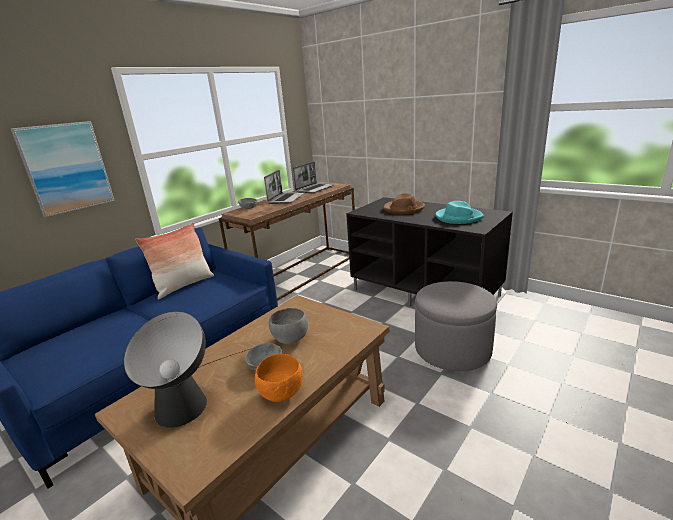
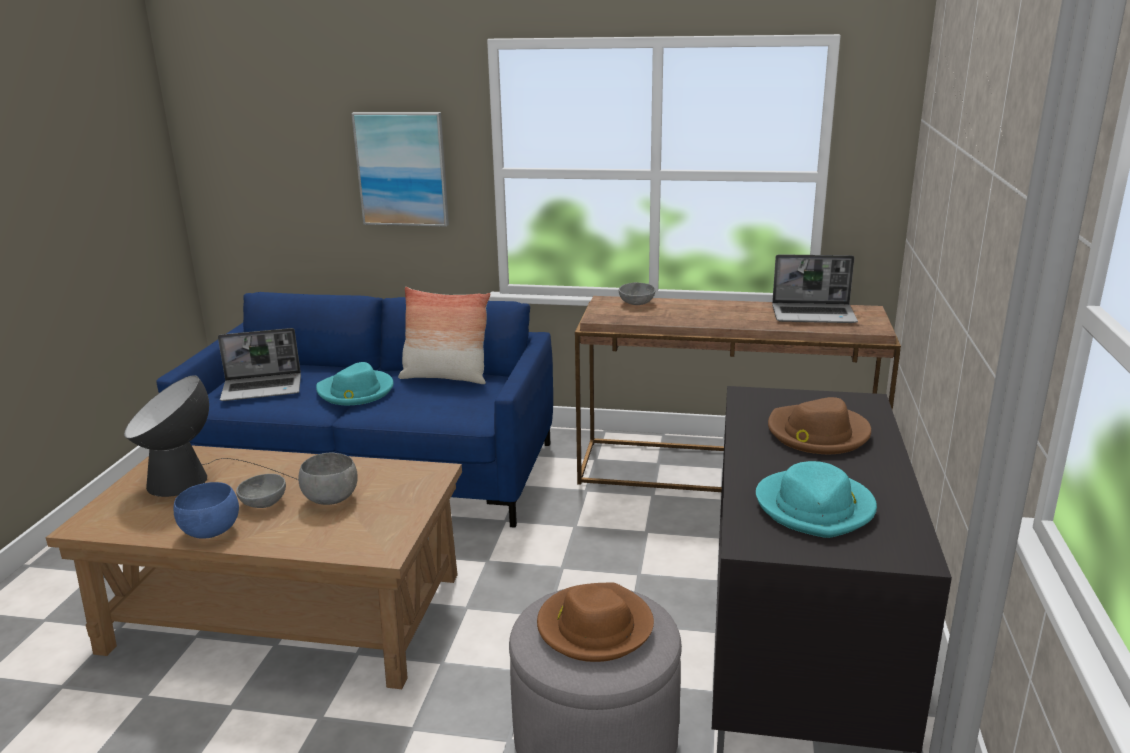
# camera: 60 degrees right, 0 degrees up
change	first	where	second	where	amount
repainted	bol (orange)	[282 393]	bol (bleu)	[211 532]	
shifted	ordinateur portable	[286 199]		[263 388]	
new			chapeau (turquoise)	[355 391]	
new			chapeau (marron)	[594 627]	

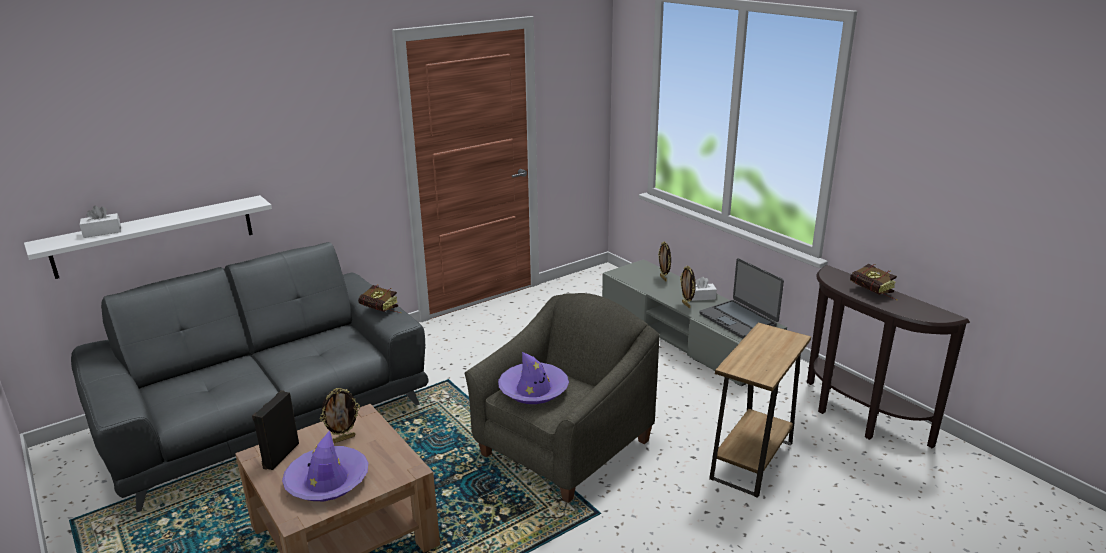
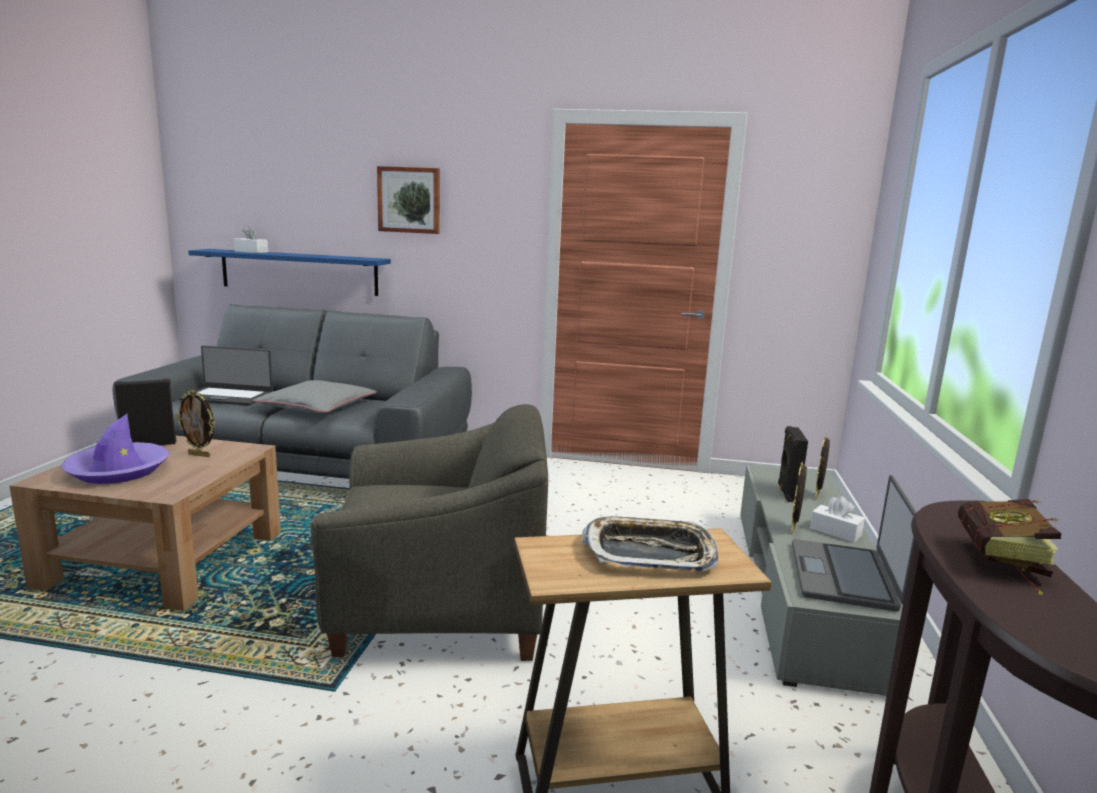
# camera: 45 degrees right, 10 degrees down
change	first	where	second	where	amount
repainted	étagère (blanc)	[155 236]	étagère (bleu)	[299 272]	
gone	livre	[382 310]			
gone	chapeau (violet)	[533 389]			
new			ordinateur portable	[228 397]	
new			coussin (gris)	[317 406]	
new			tableau	[409 200]	
new			plateau	[649 552]	
new			enceinte (noir)	[787 493]	

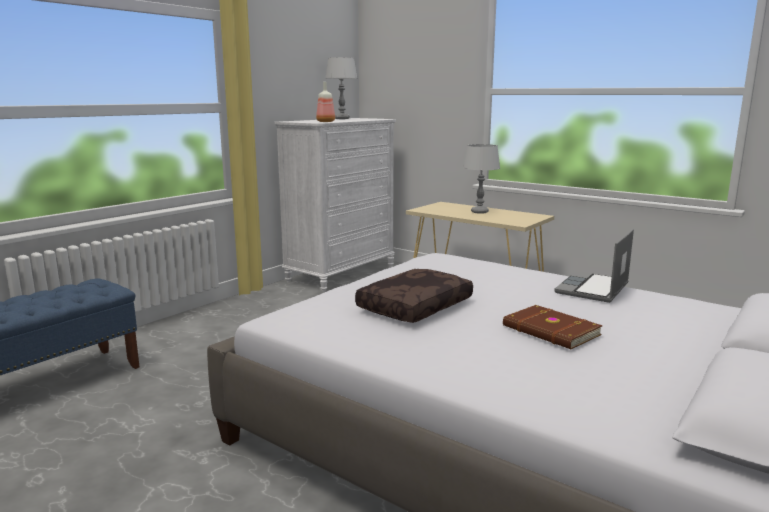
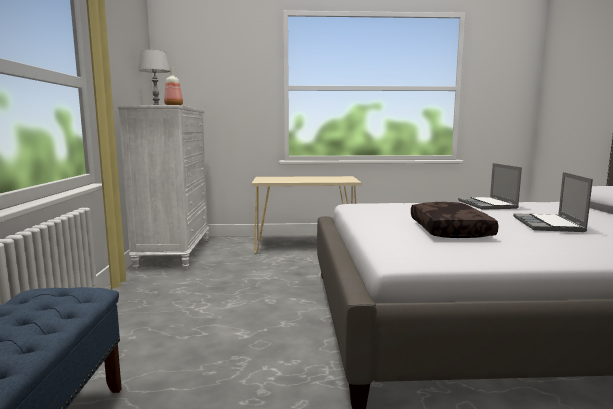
# camera: 40 degrees left, 5 degrees down
change	first	where	second	where	amount
gone	lampe de table (gris)	[479 212]			
swapped	livre (marron)	[550 331]	ordinateur portable	[549 224]	

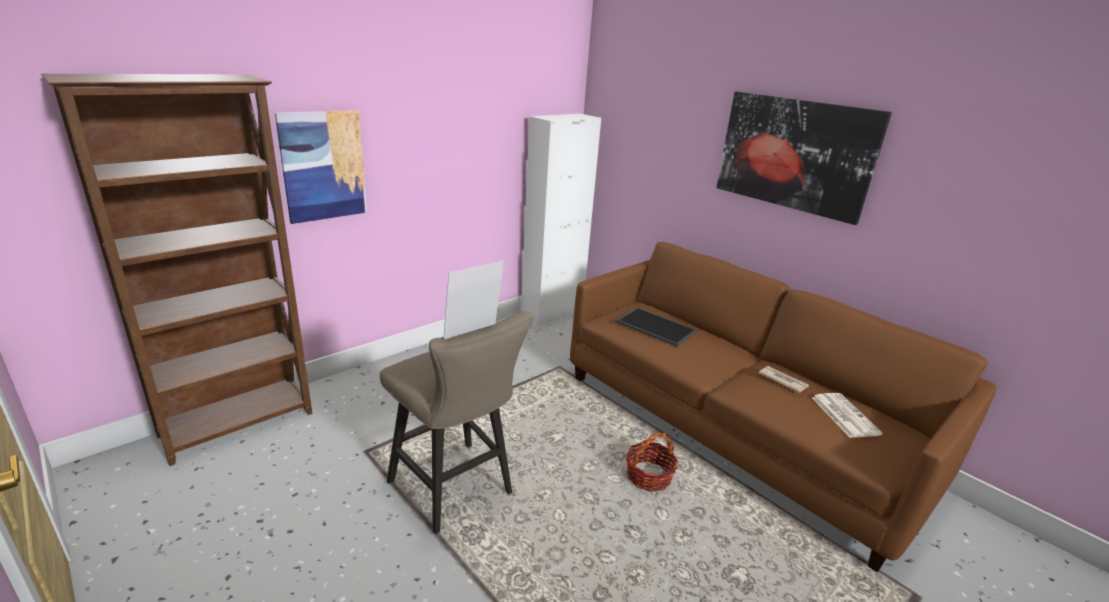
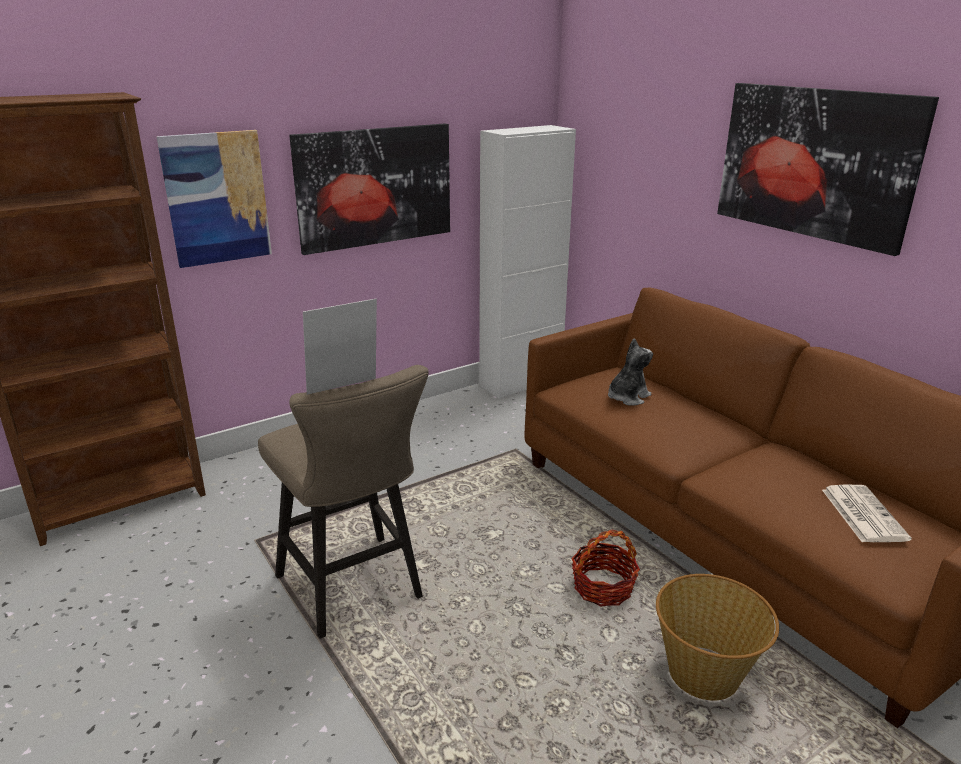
# camera: 10 degrees right, 0 degrees up
change	first	where	second	where	amount
swapped	plateau	[654 327]	peluche	[627 397]	
gone	journal	[782 380]			
new			tableau	[375 186]	
new			panier	[705 674]	

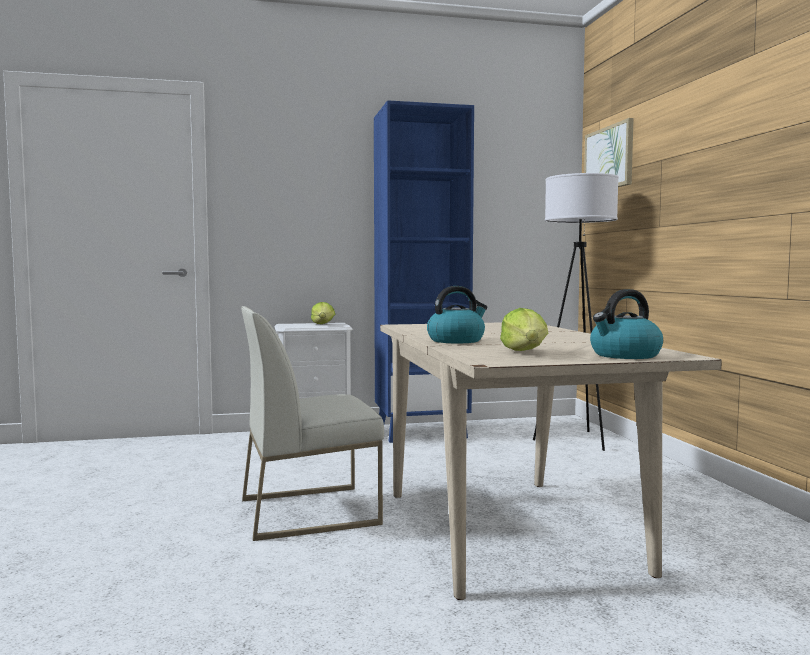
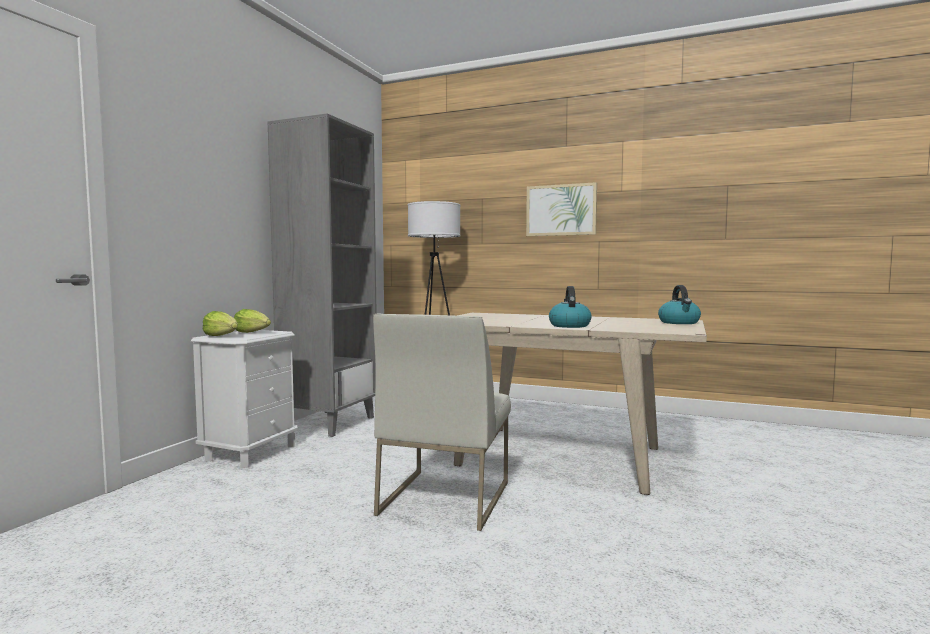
# camera: 55 degrees left, 0 degrees up
change	first	where	second	where	amount
repainted	bibliothèque (bleu)	[421 432]	bibliothèque (gris)	[329 423]	
shifted	laitue	[526 352]		[222 336]	
shifted	tableau	[609 158]		[561 210]	

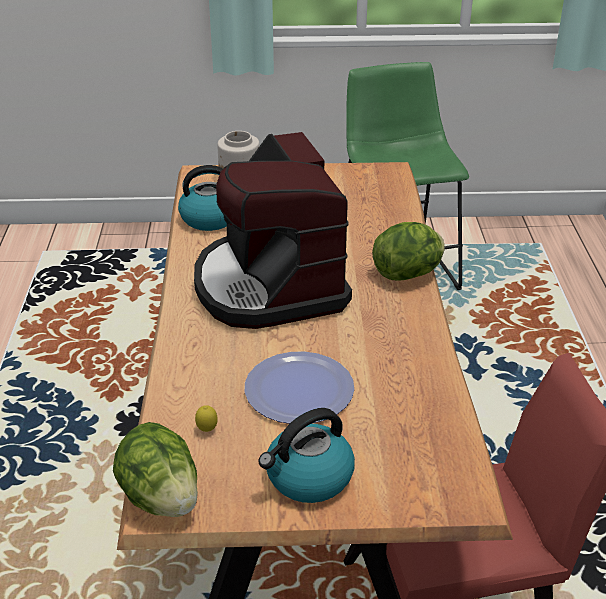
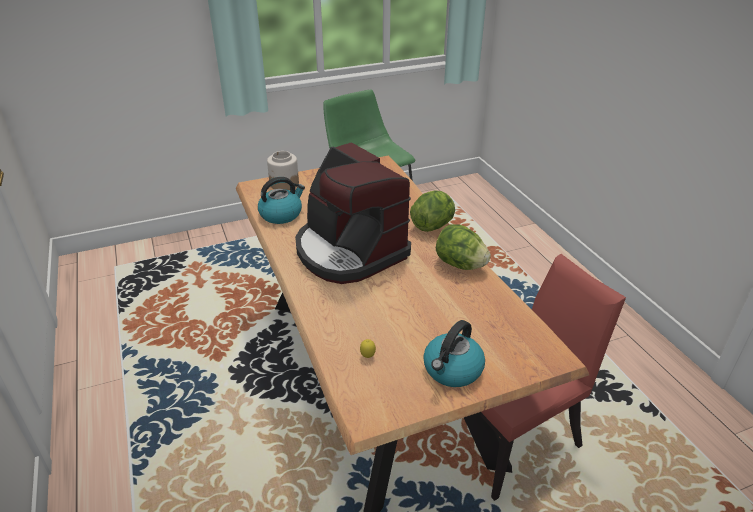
# camera: 20 degrees left, 0 degrees up
change	first	where	second	where	amount
shifted	laitue	[161 498]		[460 265]	
gone	assiette	[299 389]			

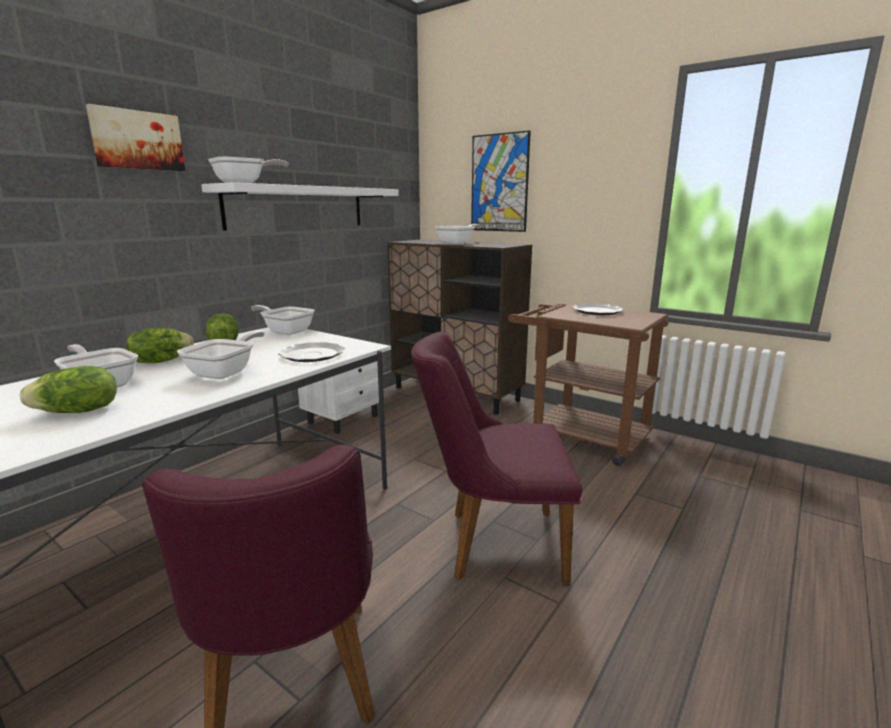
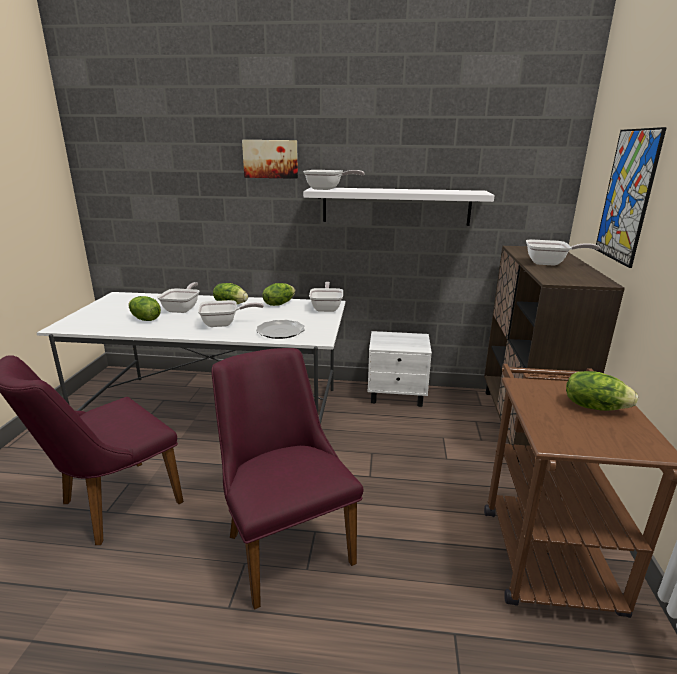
# camera: 60 degrees right, 5 degrees up
change	first	where	second	where	amount
swapped	assiette	[597 311]	laitue	[594 407]	

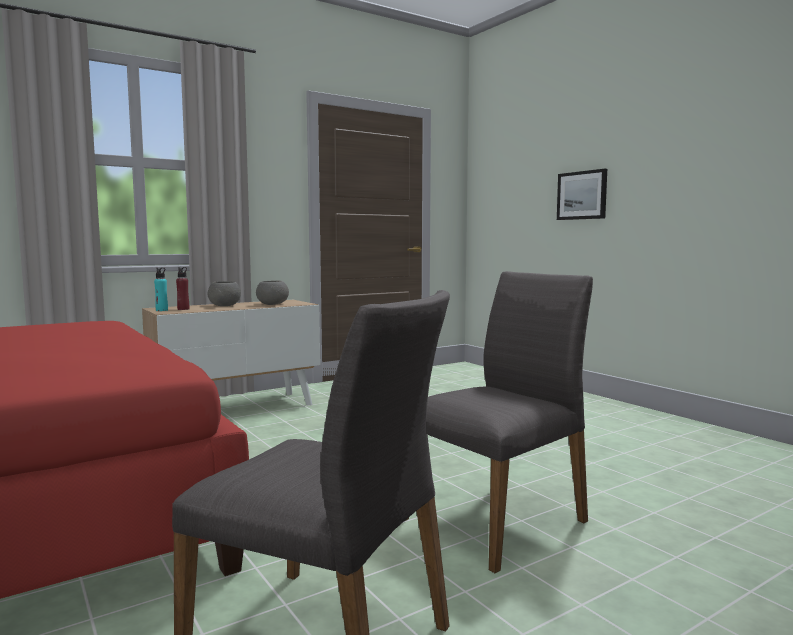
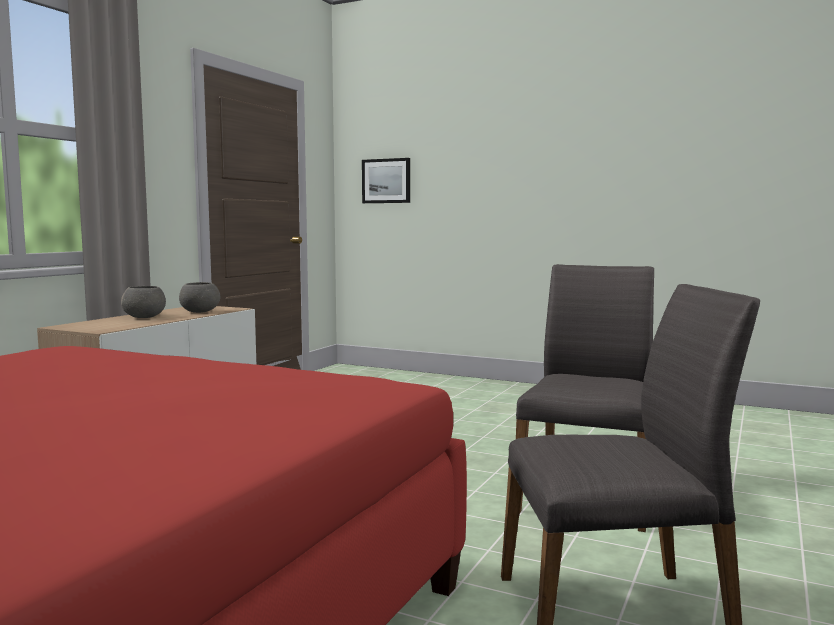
# camera: 30 degrees left, 0 degrees up
change	first	where	second	where	amount
gone	bouteille (turquoise)	[162 310]			
gone	bouteille (rouge)	[183 309]			
shifted	tableau	[582 195]		[386 181]	

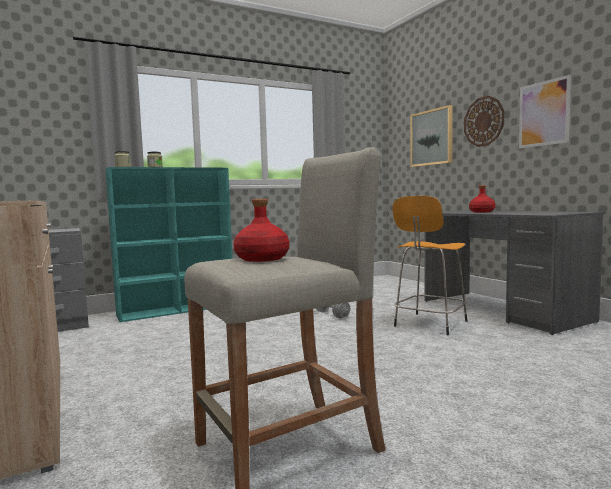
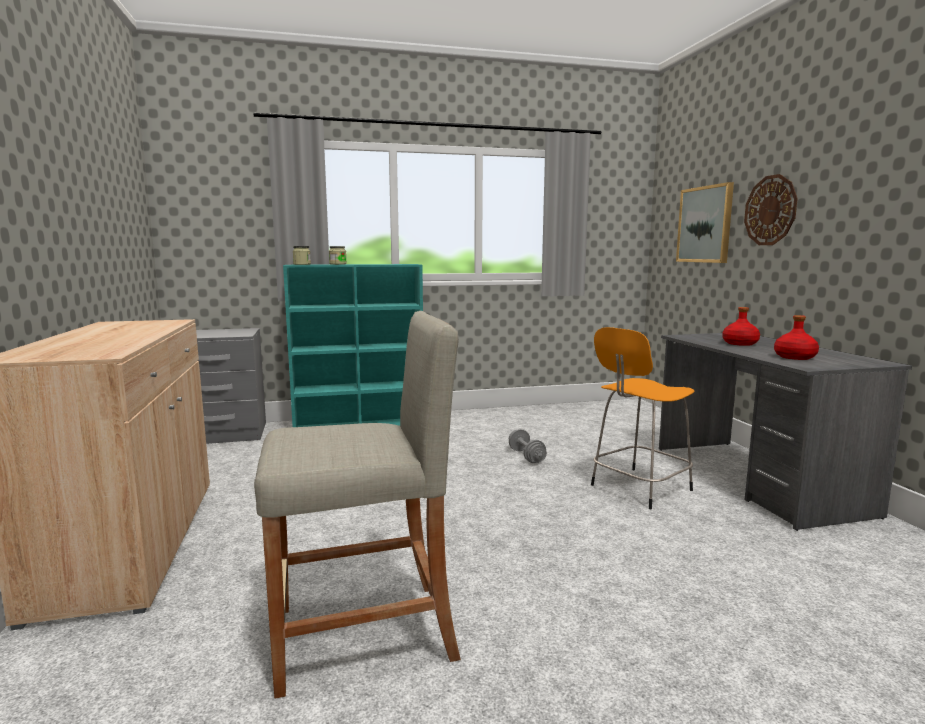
# camera: 15 degrees right, 5 degrees up
change	first	where	second	where	amount
shifted	bouteille (rouge)	[262 259]		[795 357]	
gone	tableau	[544 113]			

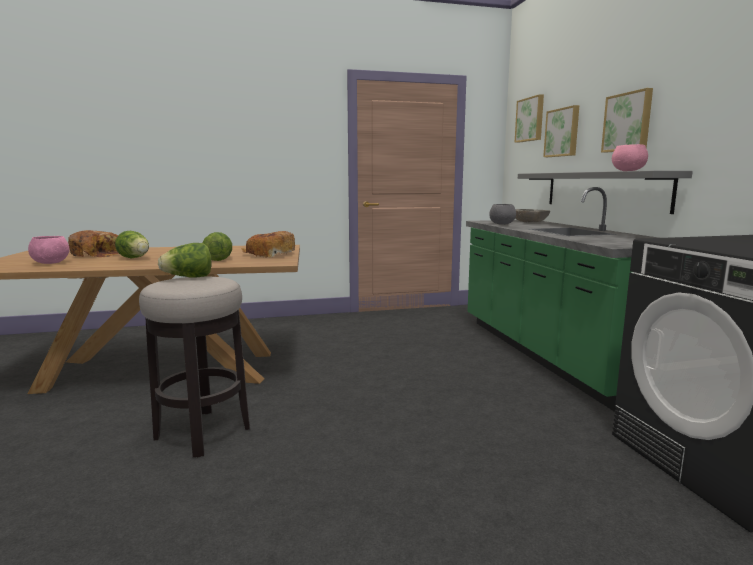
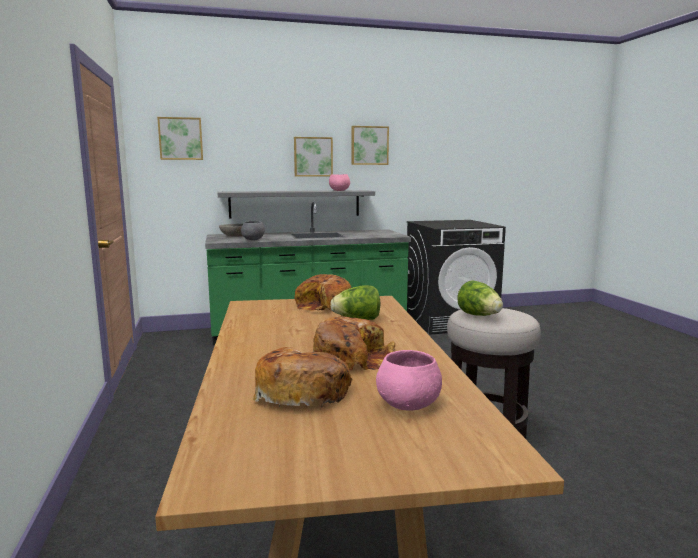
# camera: 90 degrees left, 0 degrees up
change	first	where	second	where	amount
swapped	laitue	[135 258]	pain	[352 358]	
shifted	tableau	[563 132]		[369 145]	

